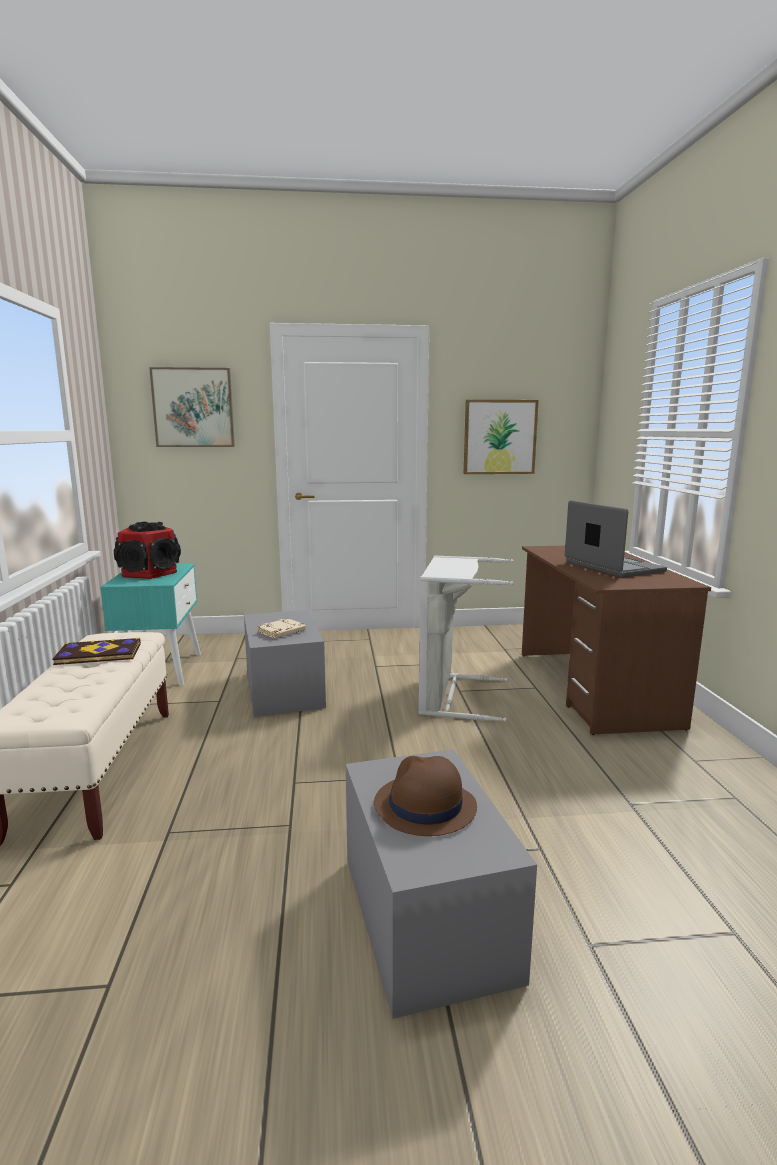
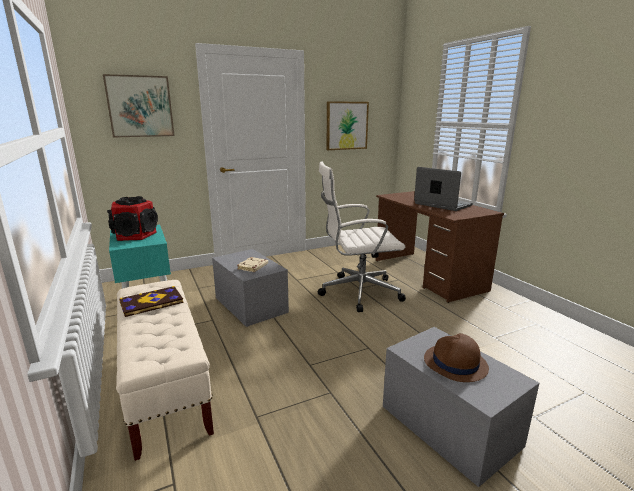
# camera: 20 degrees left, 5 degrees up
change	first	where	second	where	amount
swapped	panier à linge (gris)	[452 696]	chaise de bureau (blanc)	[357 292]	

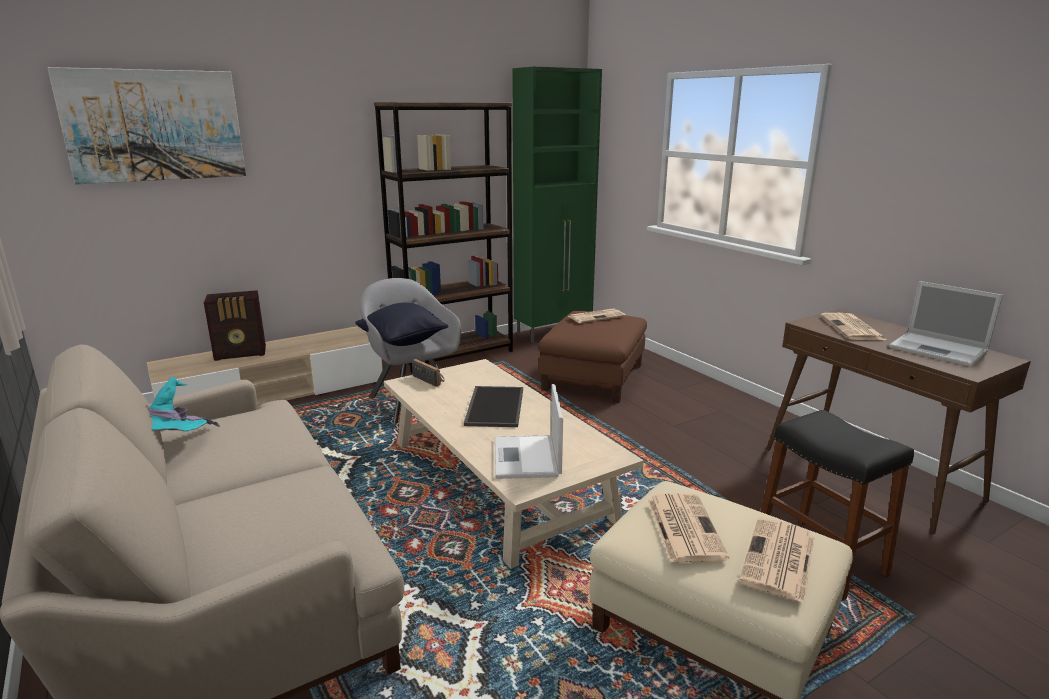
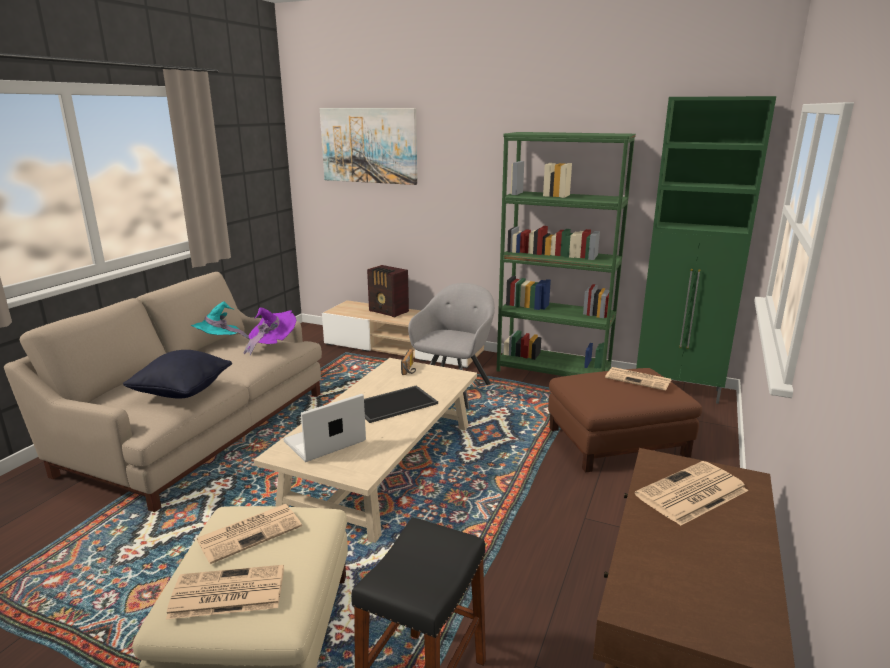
# camera: 55 degrees right, 0 degrees up
change	first	where	second	where	amount
shifted	coussin (noir)	[402 343]		[182 392]	
repainted	bibliothèque (marron)	[454 354]	bibliothèque (vert)	[553 371]	
gone	ordinateur portable	[939 350]			
new			chapeau (violet)	[272 345]	

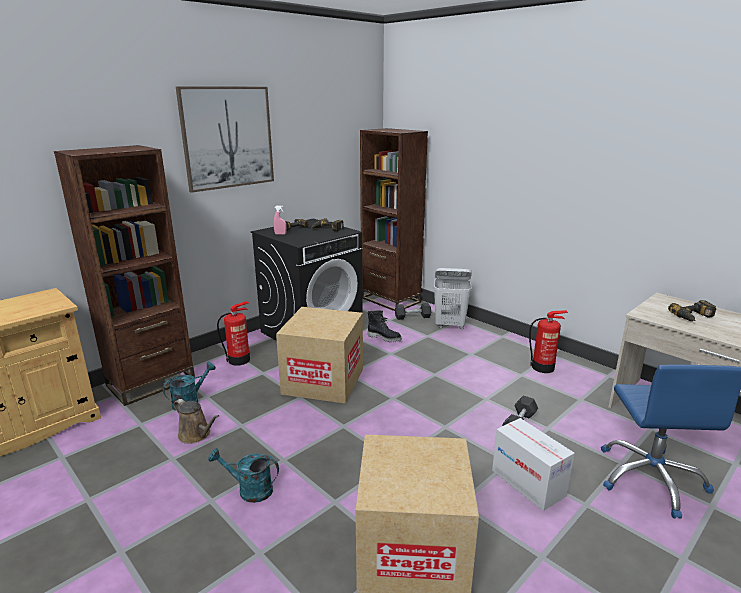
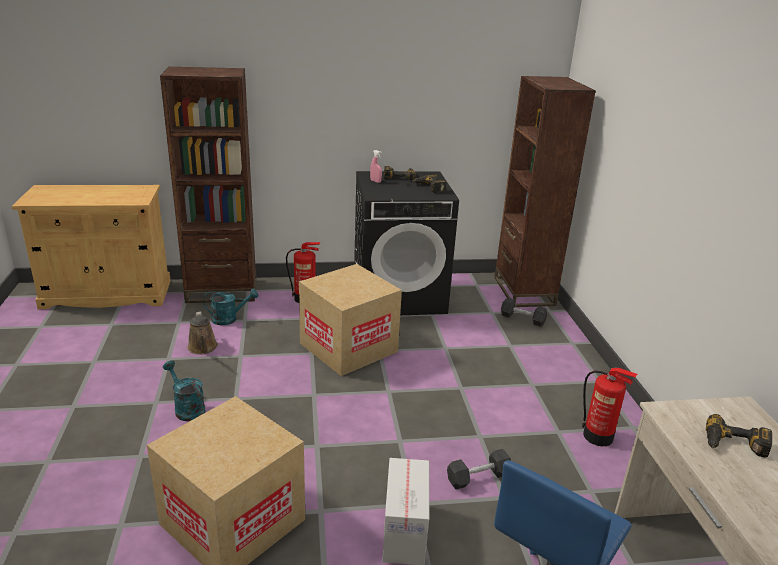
# camera: 35 degrees right, 5 degrees up
change	first	where	second	where	amount
gone	tableau	[228 137]			
gone	botte (noir)	[384 338]			
gone	panier à linge (blanc)	[450 325]			

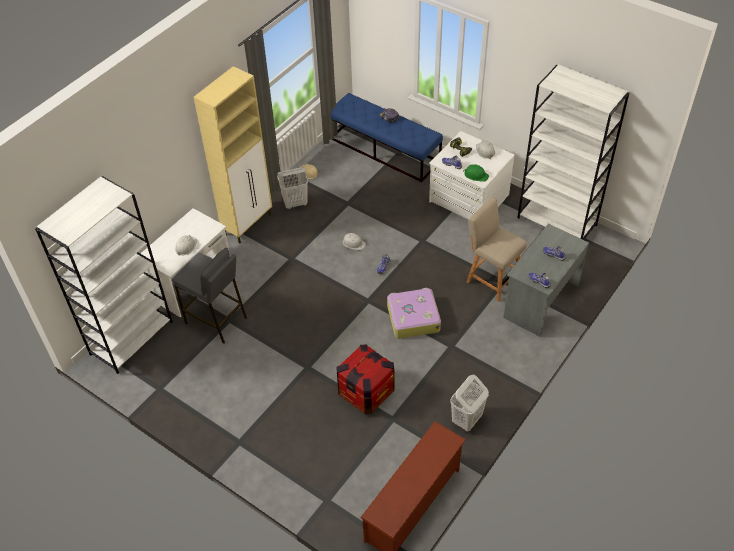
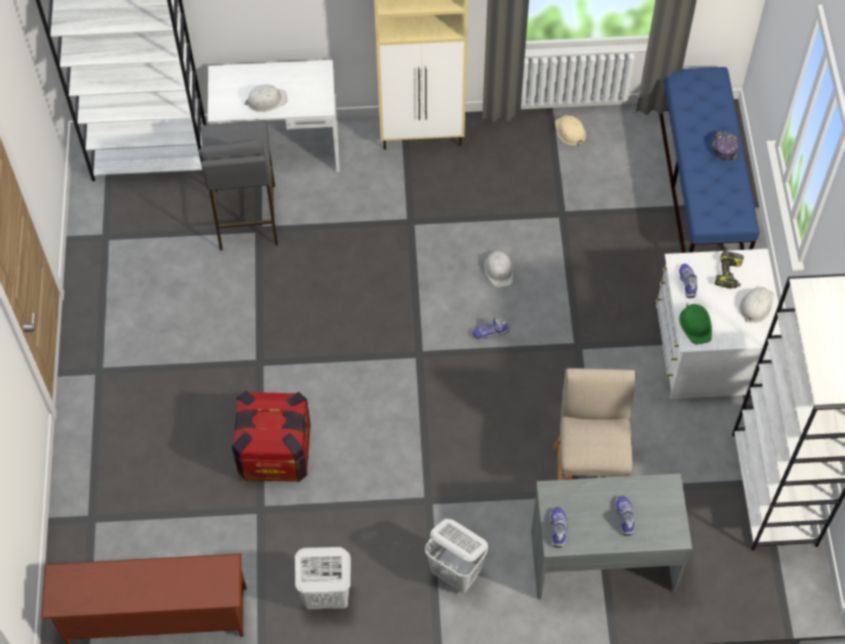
# camera: 50 degrees right, 10 degrees up
change	first	where	second	where	amount
shifted	panier à linge (blanc)	[295 203]		[456 573]	
gone	valise	[412 318]			

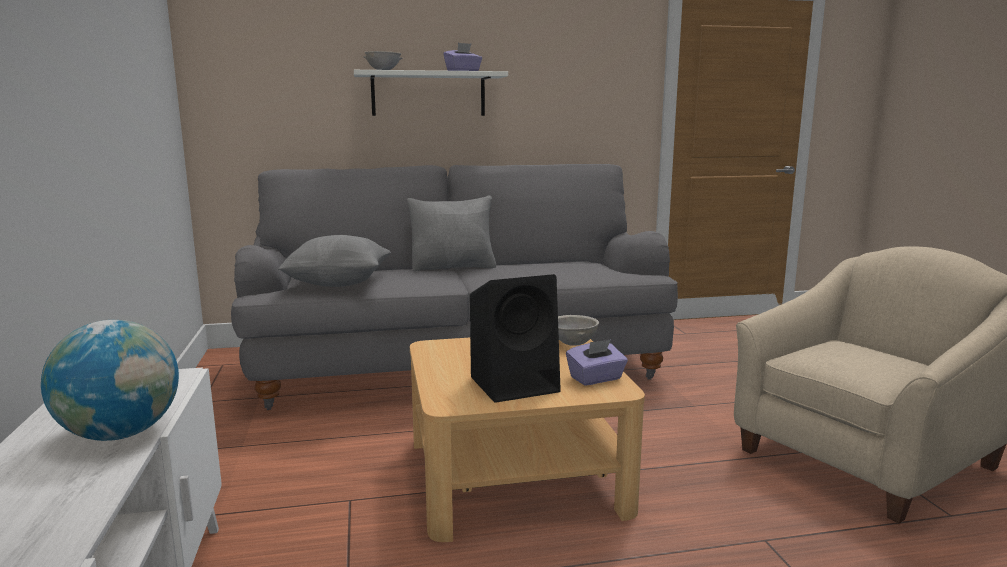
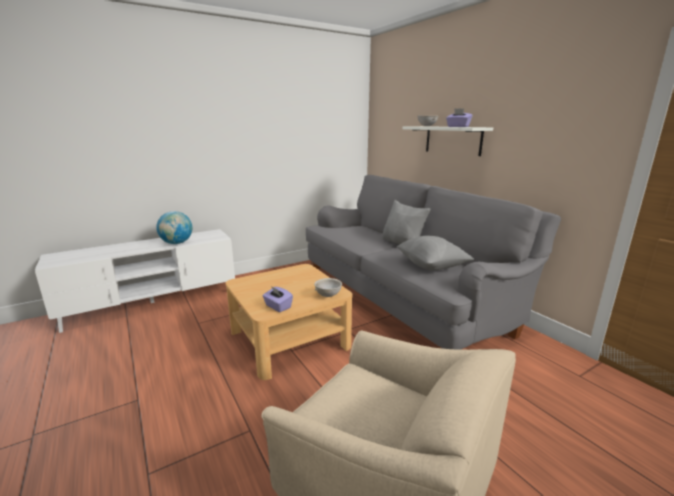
# camera: 70 degrees right, 5 degrees up
change	first	where	second	where	amount
shifted	coussin (gris)	[338 284]		[431 266]	
gone	enceinte (noir)	[516 384]			

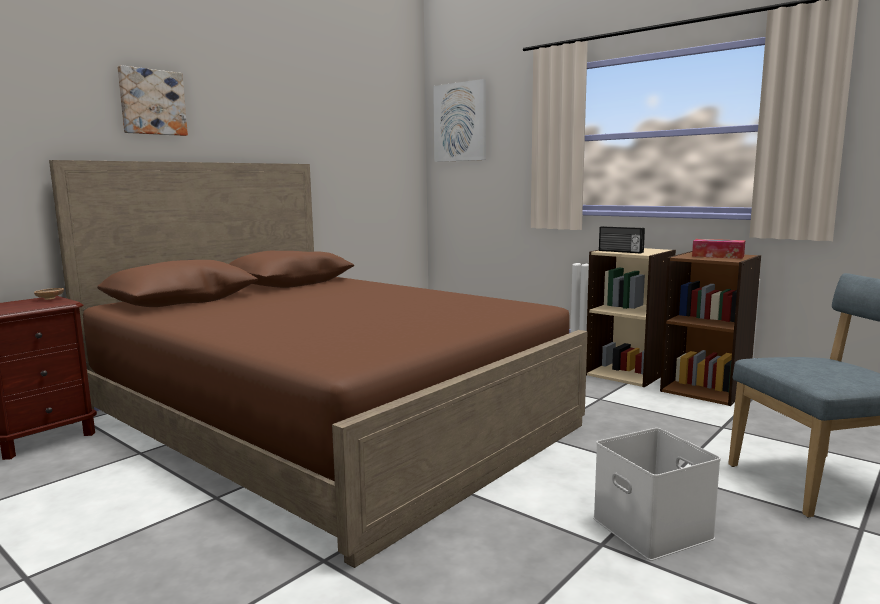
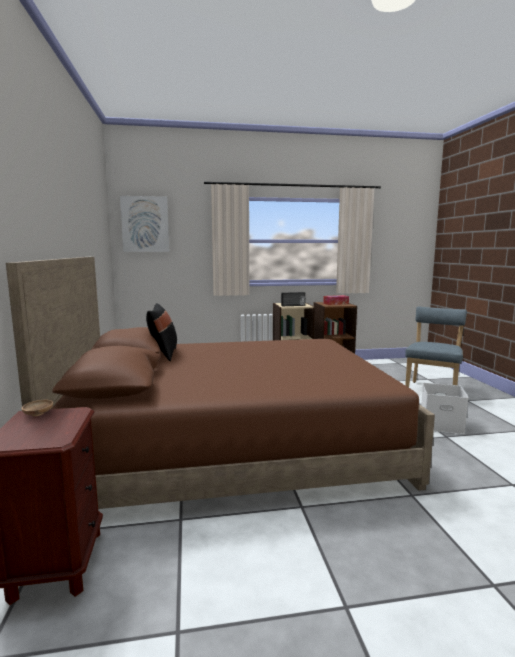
# camera: 50 degrees left, 0 degrees up
change	first	where	second	where	amount
gone	tableau	[152 102]			
new			coussin (noir)	[163 354]	

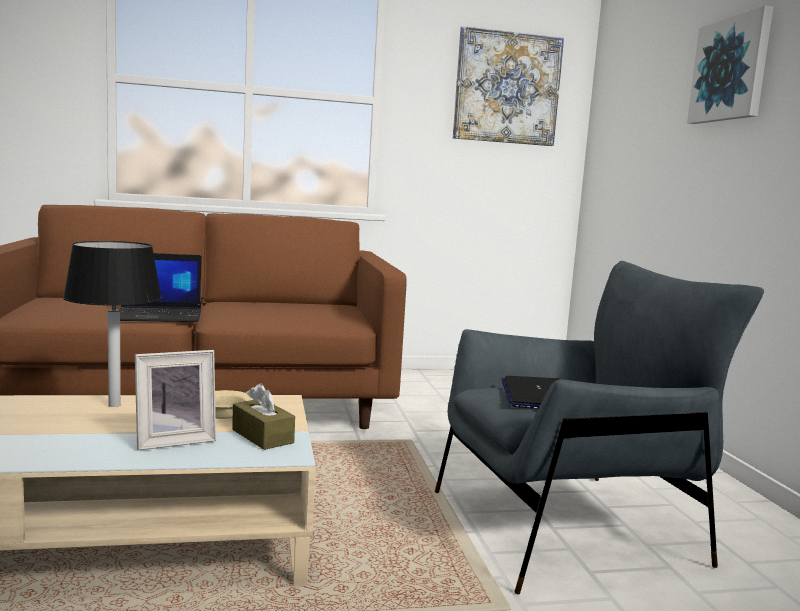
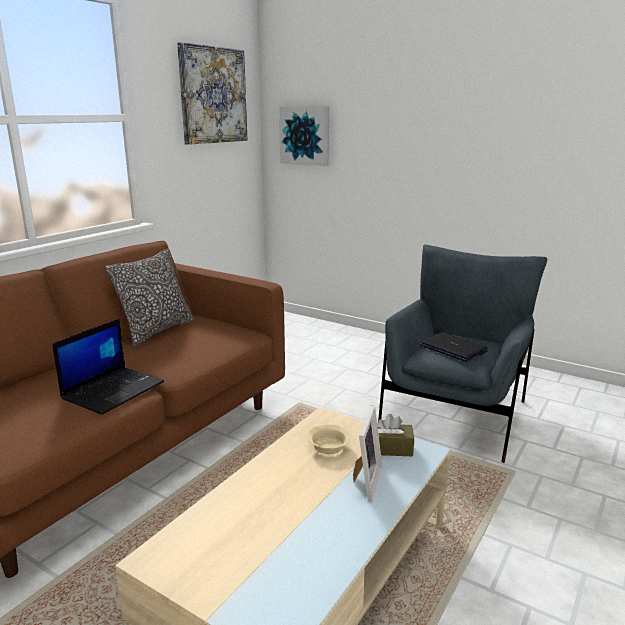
# camera: 45 degrees left, 10 degrees up
change	first	where	second	where	amount
gone	lampe de table (noir)	[114 405]			
shifted	tableau	[730 70]		[305 135]	
new			coussin	[156 331]	

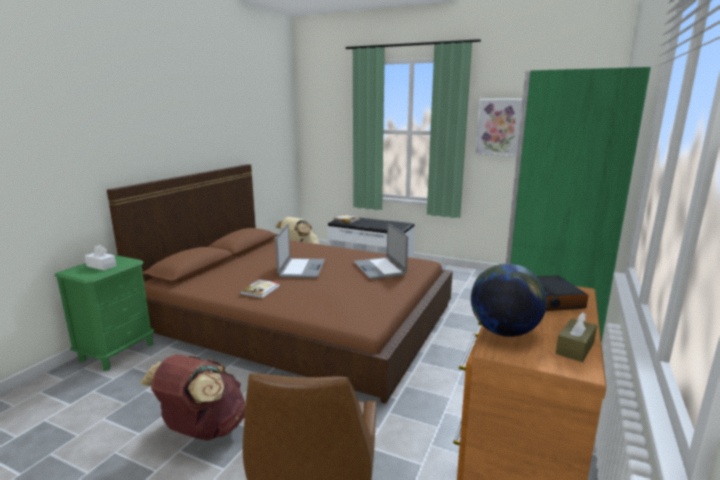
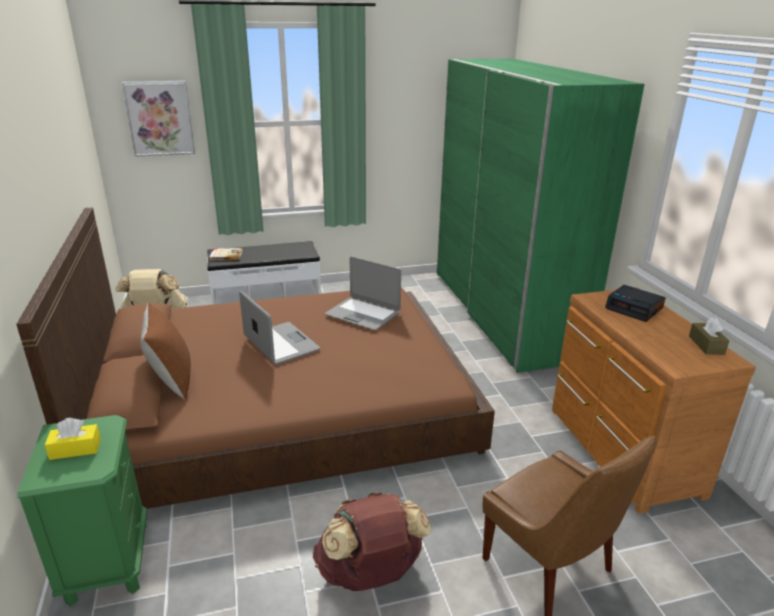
# camera: 40 degrees left, 10 degrees up
change	first	where	second	where	amount
repainted	boîte à mouchoirs (blanc)	[101 266]	boîte à mouchoirs (jaune)	[75 449]	
gone	livre	[261 290]			
gone	globe	[504 332]			
shifted	tableau	[501 127]		[160 118]	
new			coussin (marron)	[171 380]	

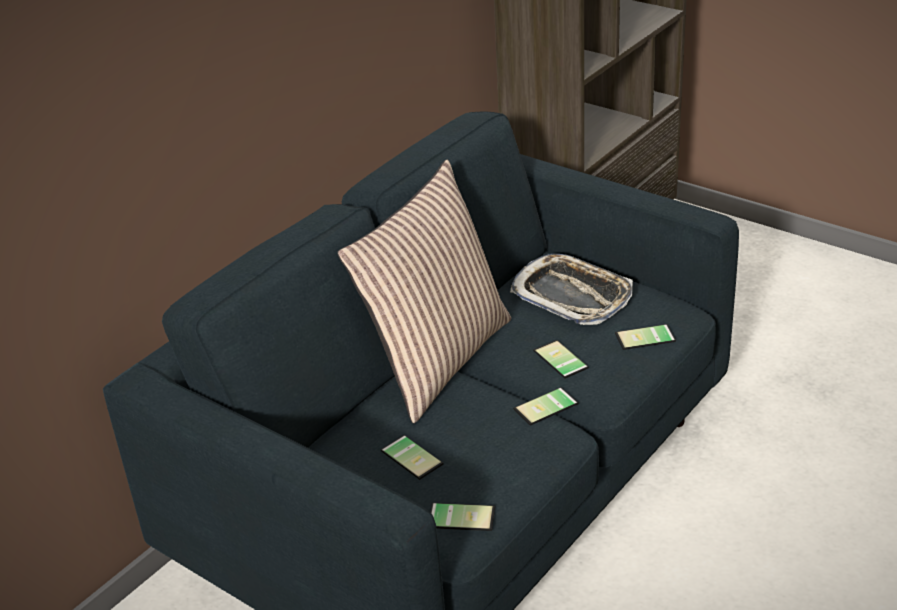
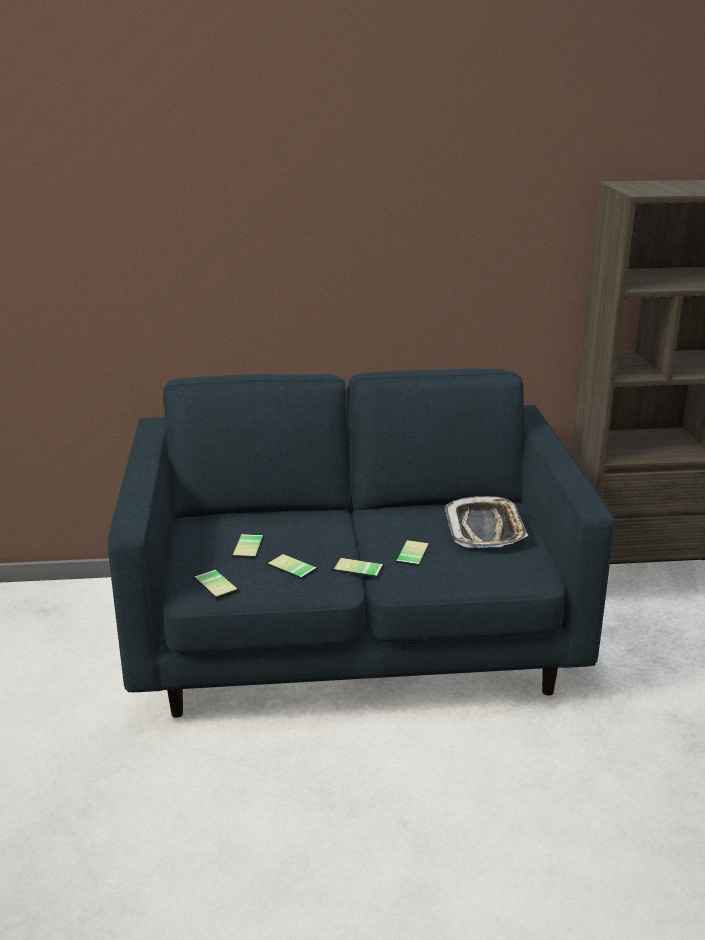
# camera: 45 degrees right, 10 degrees down
change	first	where	second	where	amount
gone	coussin	[436 359]			
shifted	téléphone	[646 339]		[289 567]	

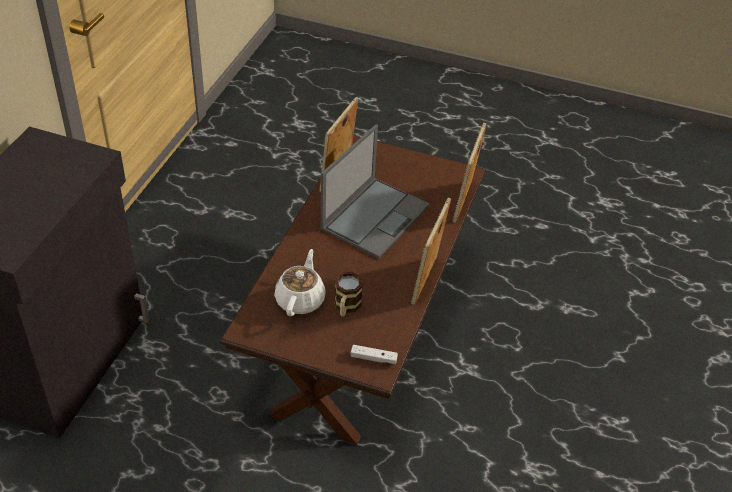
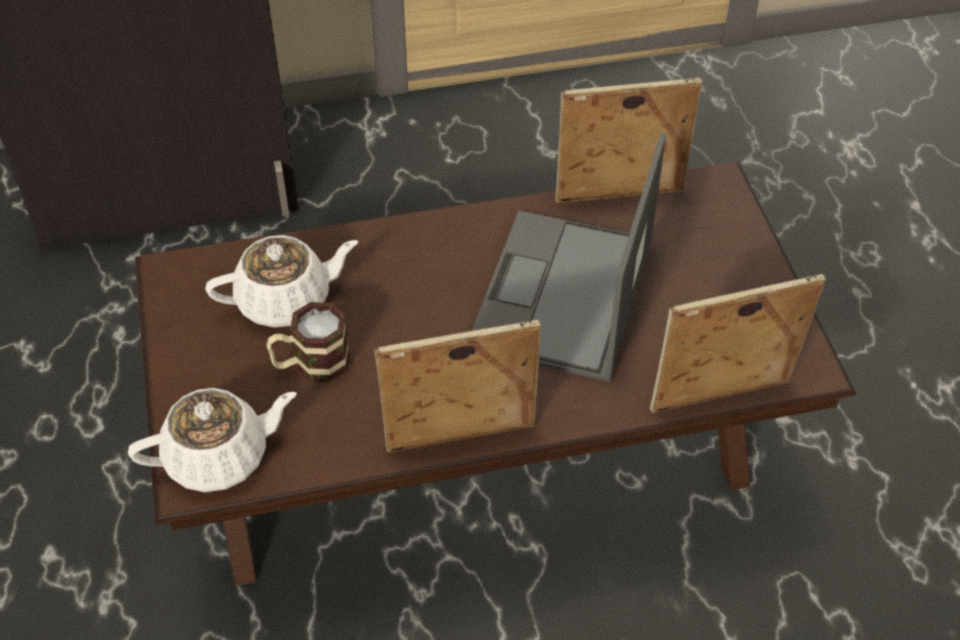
# camera: 60 degrees right, 5 degrees up
change	first	where	second	where	amount
rotated	ordinateur portable	[375 216]		[562 297]	105 degrees clockwise
swapped	manette (blanc)	[373 358]	théière (blanc)	[219 457]	

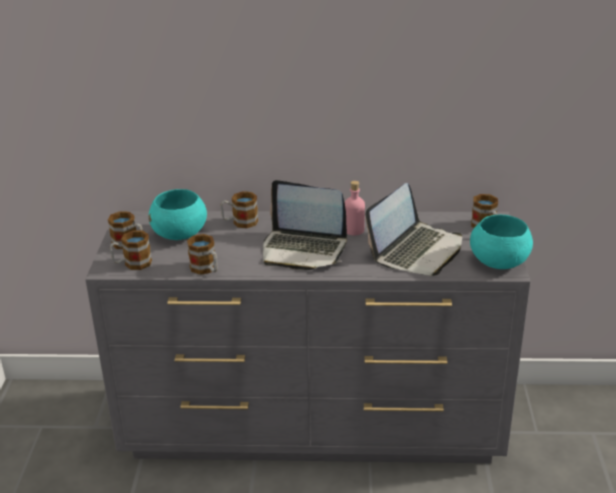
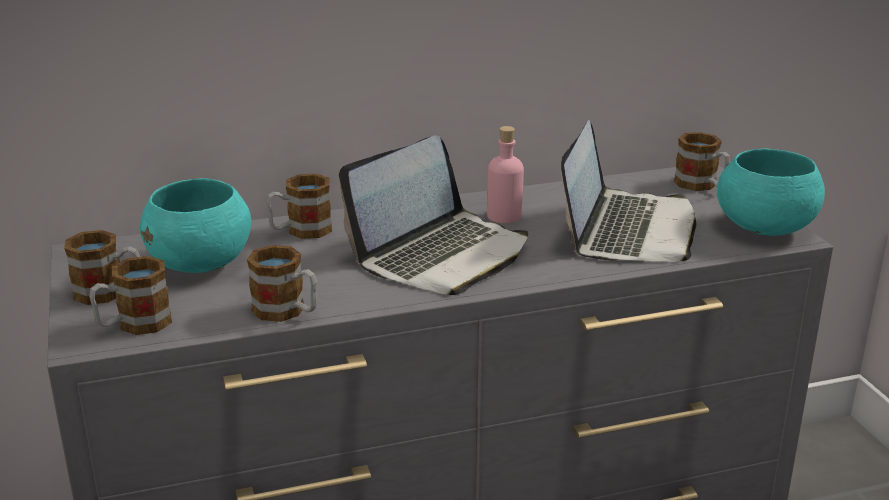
# camera: 20 degrees left, 5 degrees down
change	first	where	second	where	amount
rotated	ordinateur portable	[303 249]		[441 255]	45 degrees counterclockwise

